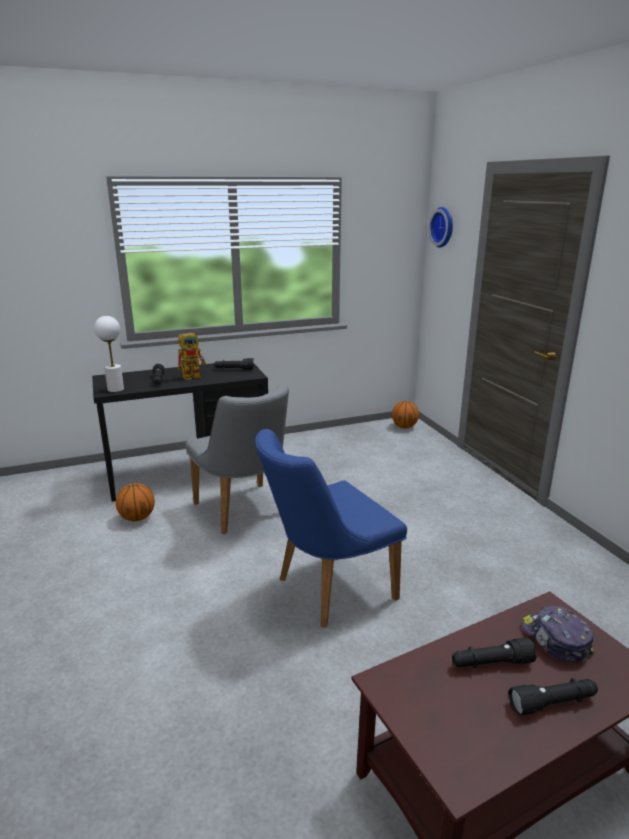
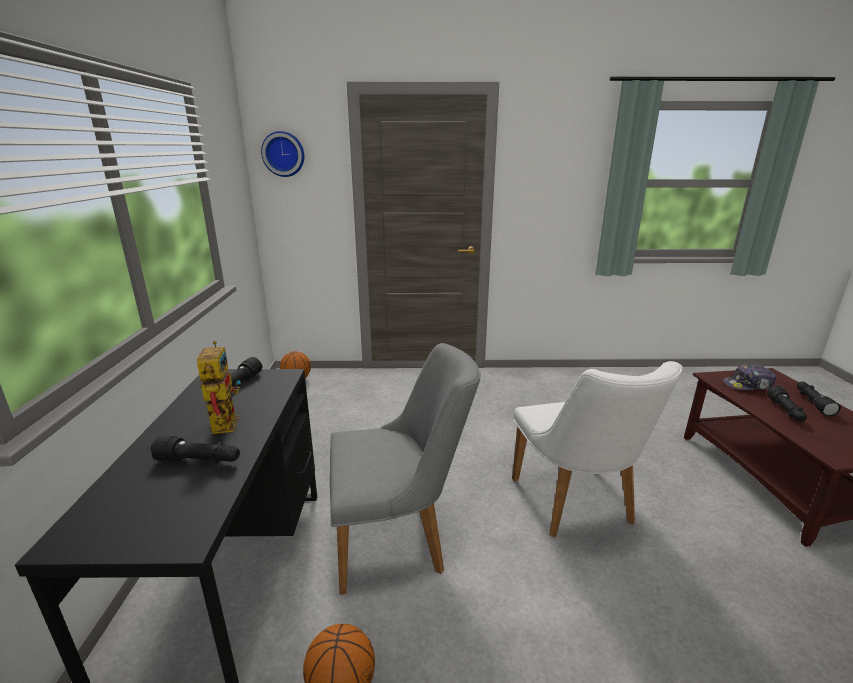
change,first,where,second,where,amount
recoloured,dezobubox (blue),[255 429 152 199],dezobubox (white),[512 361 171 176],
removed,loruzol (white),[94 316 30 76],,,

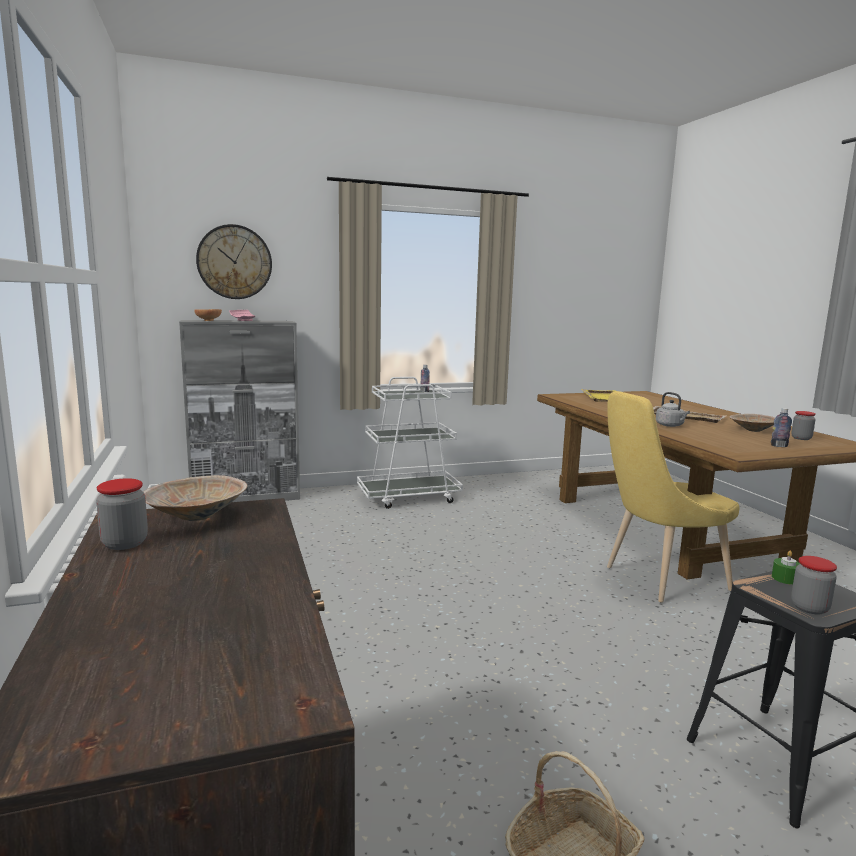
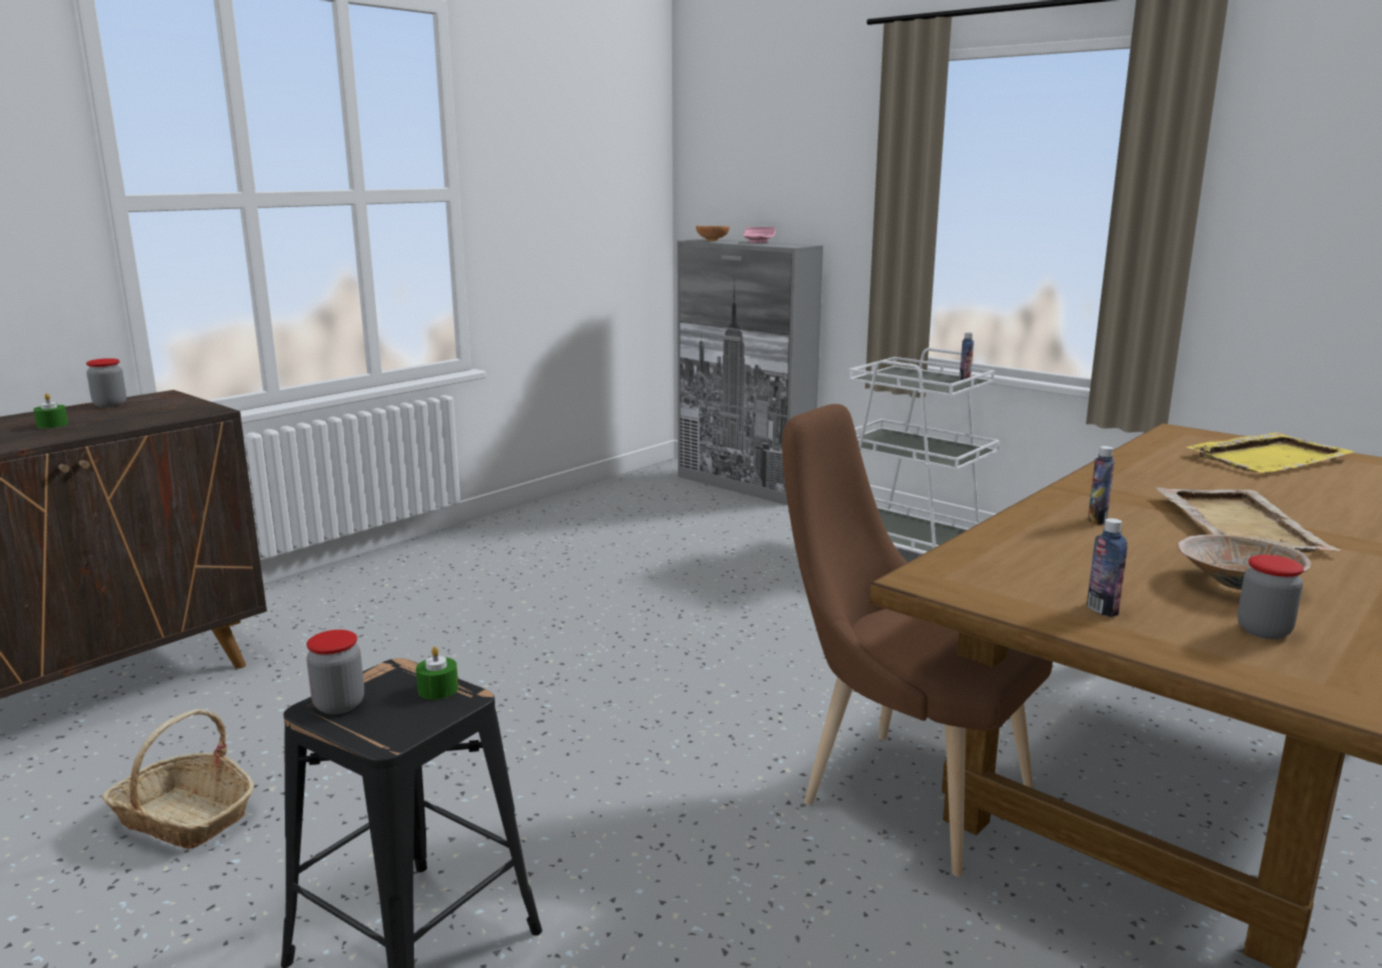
change,first,where,second,where,amount
added,,,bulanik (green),[33 393 35 36],
recoloured,dezobubox (yellow),[607 391 133 211],dezobubox (brown),[782 404 271 473],
replaced,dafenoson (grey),[656 392 34 35],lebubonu,[1088 446 27 79],
removed,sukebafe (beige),[143 475 104 46],,,
removed,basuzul,[196 224 76 75],,,

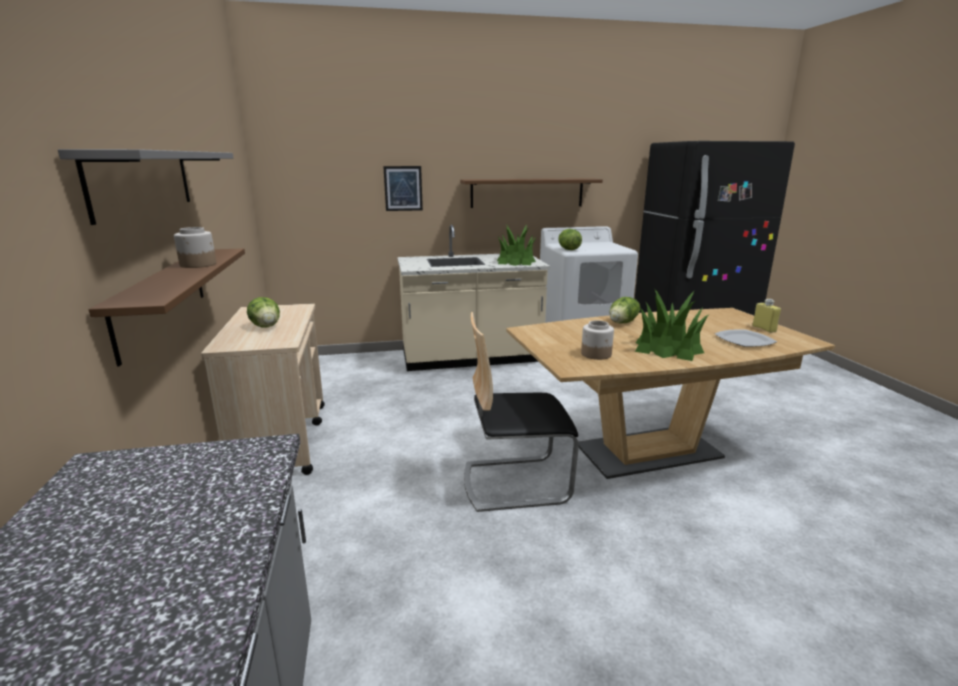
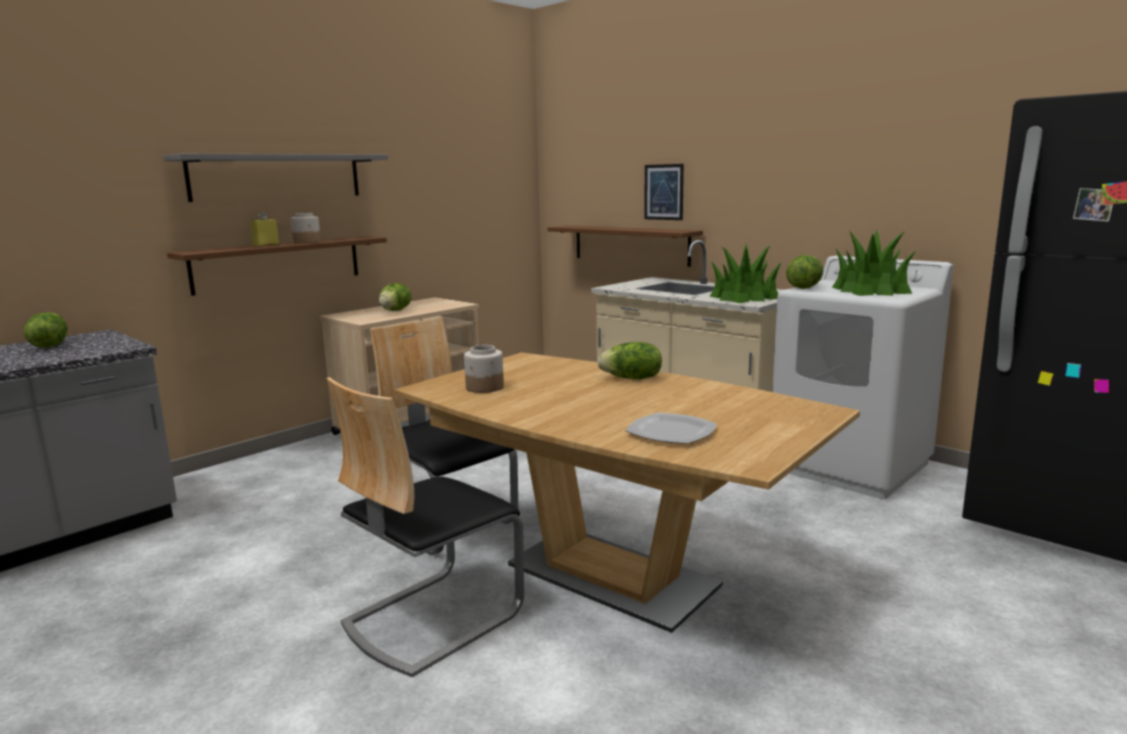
change,first,where,second,where,amount
added,,,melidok,[24 312 43 35],
moved,lebubonu (yellow),[752 299 29 34],,[250 213 29 33],
added,,,dezobubox,[326 377 198 300],
moved,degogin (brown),[460 178 143 30],,[547 225 156 42],
moved,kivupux,[635 290 74 71],,[832 230 84 66],

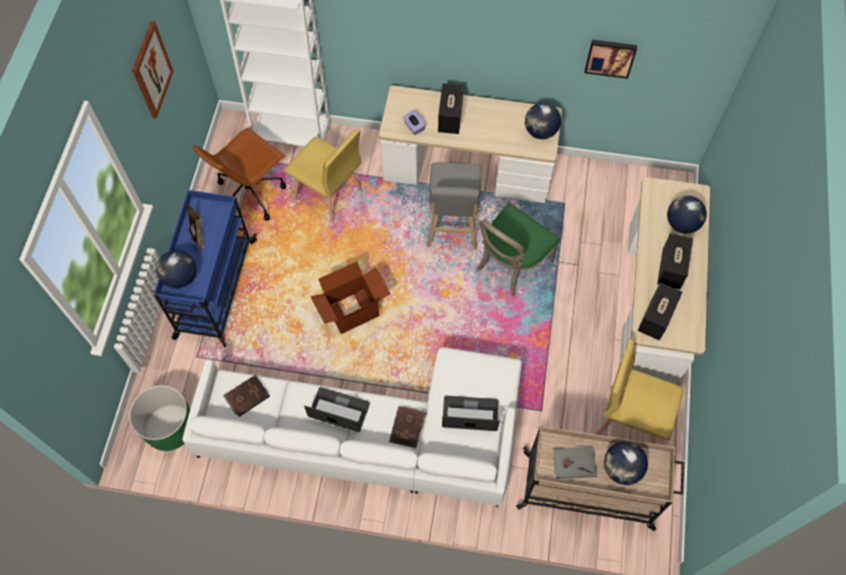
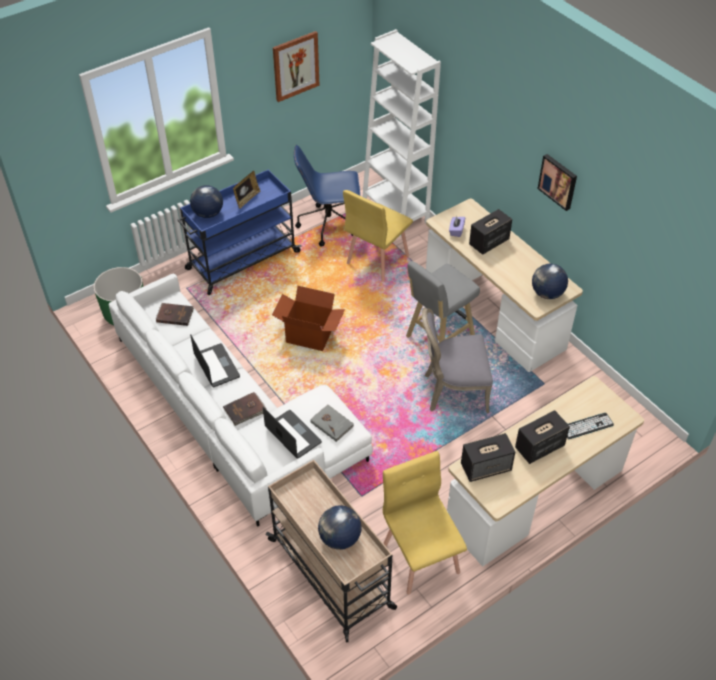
change,first,where,second,where,amount
recoloured,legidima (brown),[193 128 93 93],legidima (blue),[294 145 67 102],
moved,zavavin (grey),[553 447 44 32],,[310 404 44 38],
turned,dezobubox (yellow),[284 129 78 95],,[343 190 70 92],45 degrees clockwise
recoloured,dezobubox (green),[476 203 84 93],dezobubox (grey),[421 308 72 105],
moved,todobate,[585 40 52 39],,[538 154 39 57],
replaced,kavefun,[667 195 40 39],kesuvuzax,[567 413 47 26],

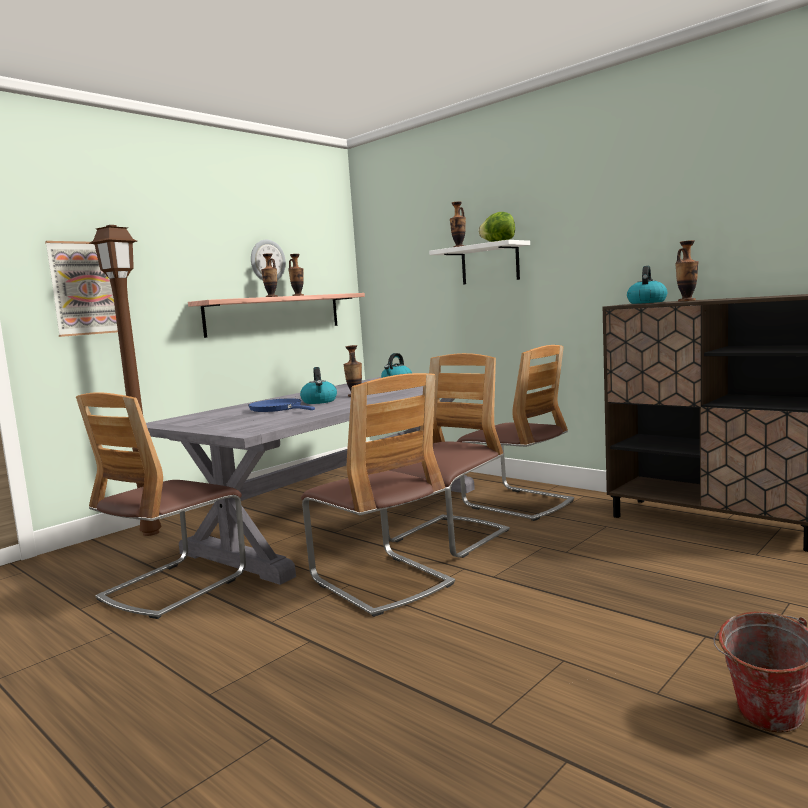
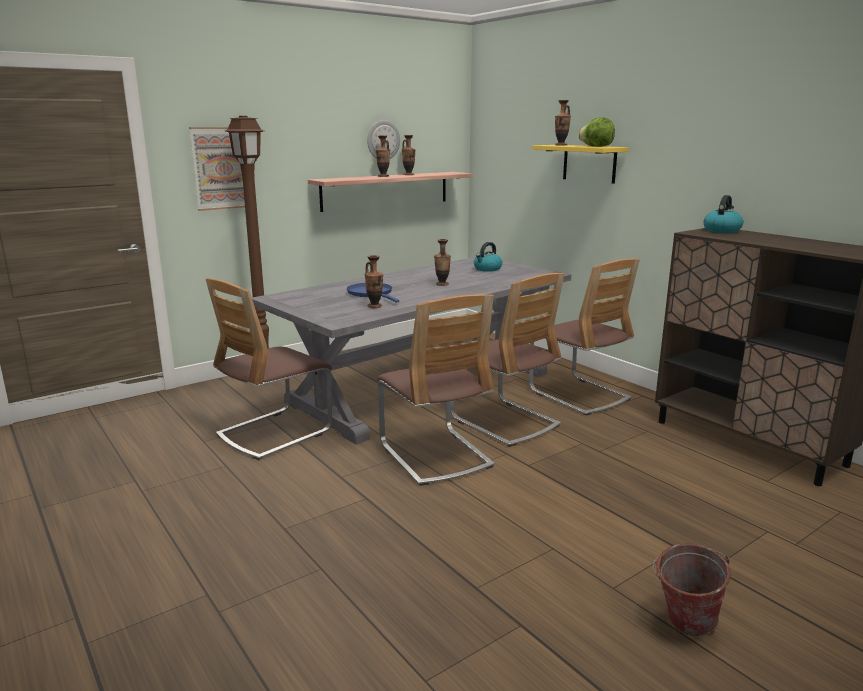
change,first,where,second,where,amount
moved,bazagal,[675 240 24 61],,[365 255 18 53],
turned,dezobubox,[386 353 124 205],,[451 273 113 174],90 degrees clockwise
recoloured,degogin (white),[429 240 101 45],degogin (yellow),[532 145 97 39],
removed,dafenoson,[300 367 37 37],,,

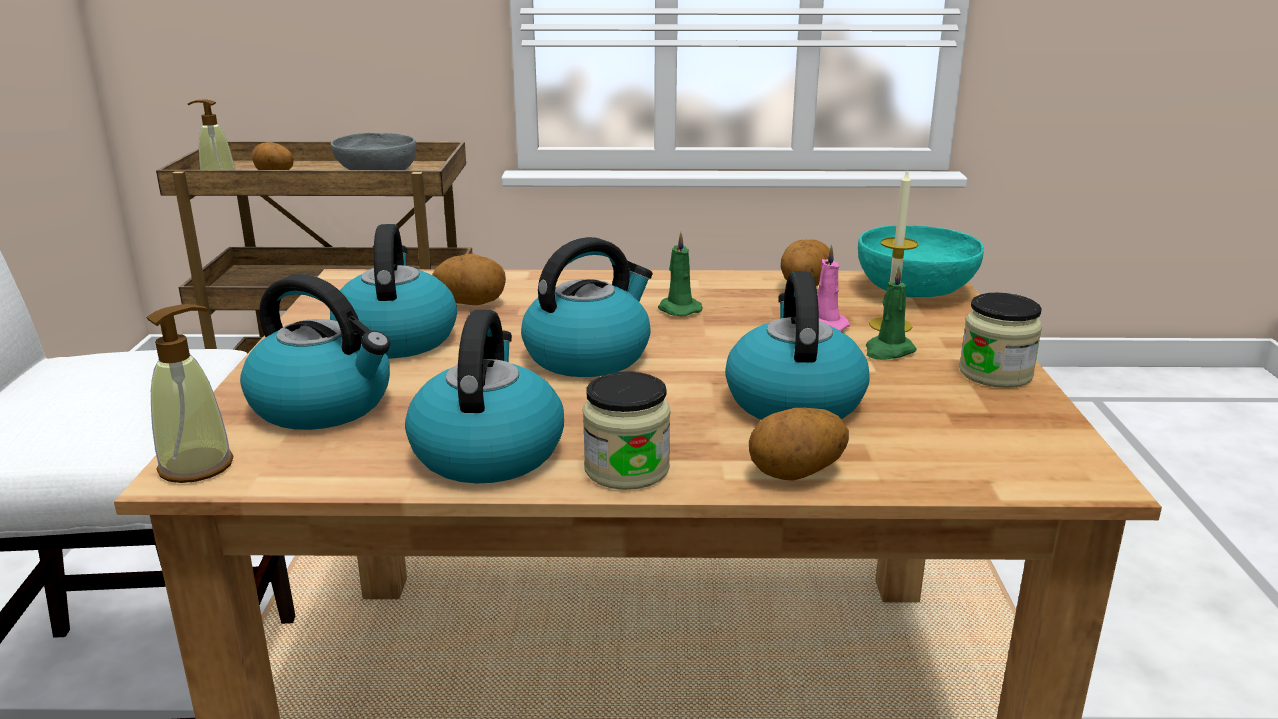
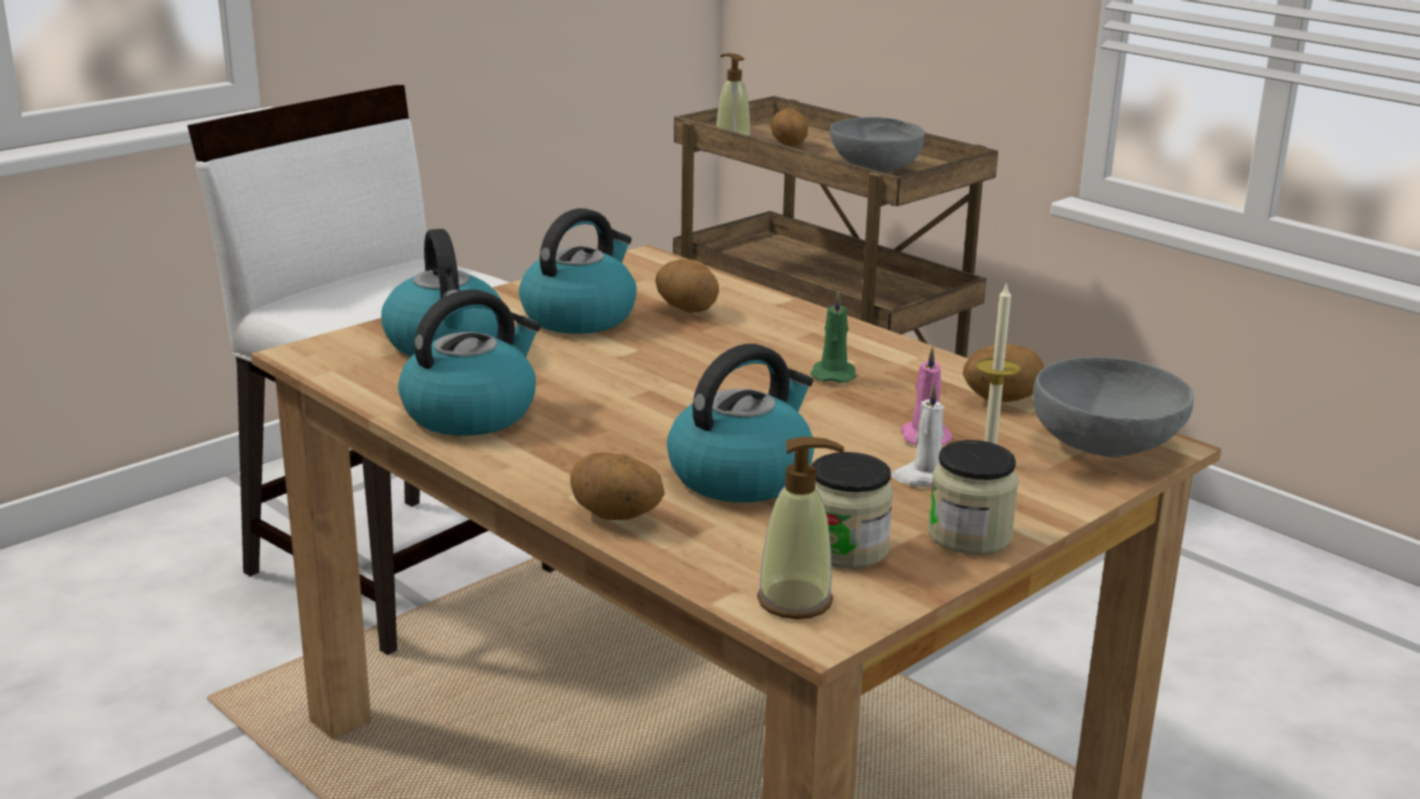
change,first,where,second,where,amount
moved,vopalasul,[146 304 87 179],,[757 437 87 182],
moved,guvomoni,[583 372 88 118],,[812 452 81 117],
recoloured,bulanik (green),[866 266 51 94],bulanik (white),[892 384 52 103],
recoloured,sukebafe (turquoise),[858 225 126 72],sukebafe (grey),[1033 357 161 101],
removed,dafenoson,[521 237 132 140],,,

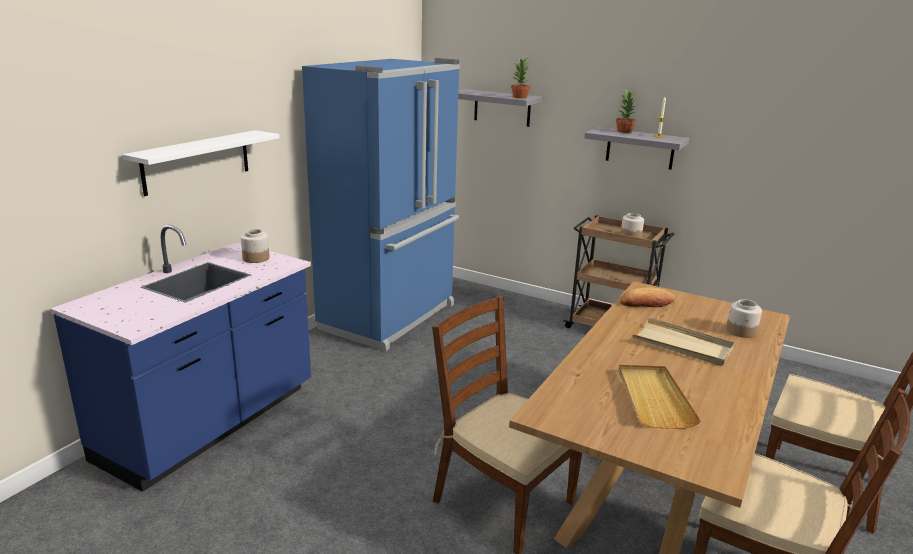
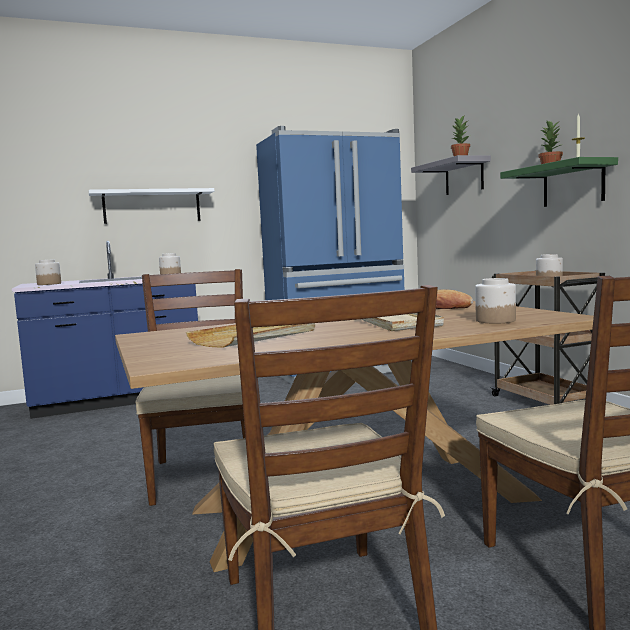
change,first,where,second,where,amount
added,,,guvomoni,[35 259 26 26],
recoloured,degogin (grey),[584 127 105 43],degogin (green),[500 157 118 50],

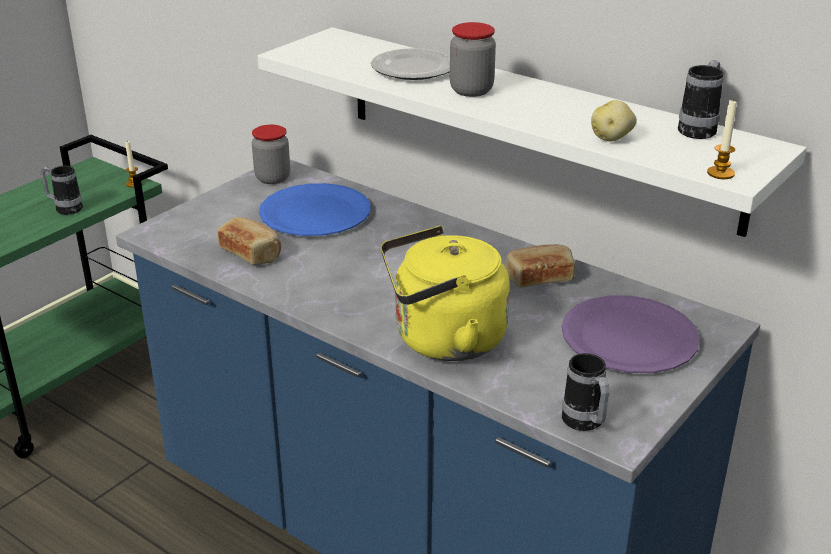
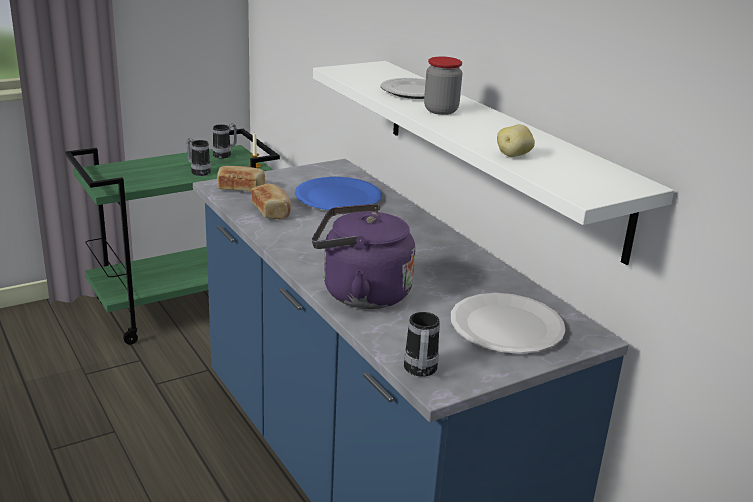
change,first,where,second,where,amount
moved,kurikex,[678 60 46 79],,[212 124 25 34],
moved,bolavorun,[506 244 69 44],,[217 166 48 26],
recoloured,dafenoson (yellow),[381 226 129 135],dafenoson (purple),[312 204 103 105],
recoloured,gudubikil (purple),[562 295 138 78],gudubikil (white),[451 293 115 61],
removed,guvomoni,[252 125 38 59],,,
removed,bulanik,[707 99 30 80],,,

